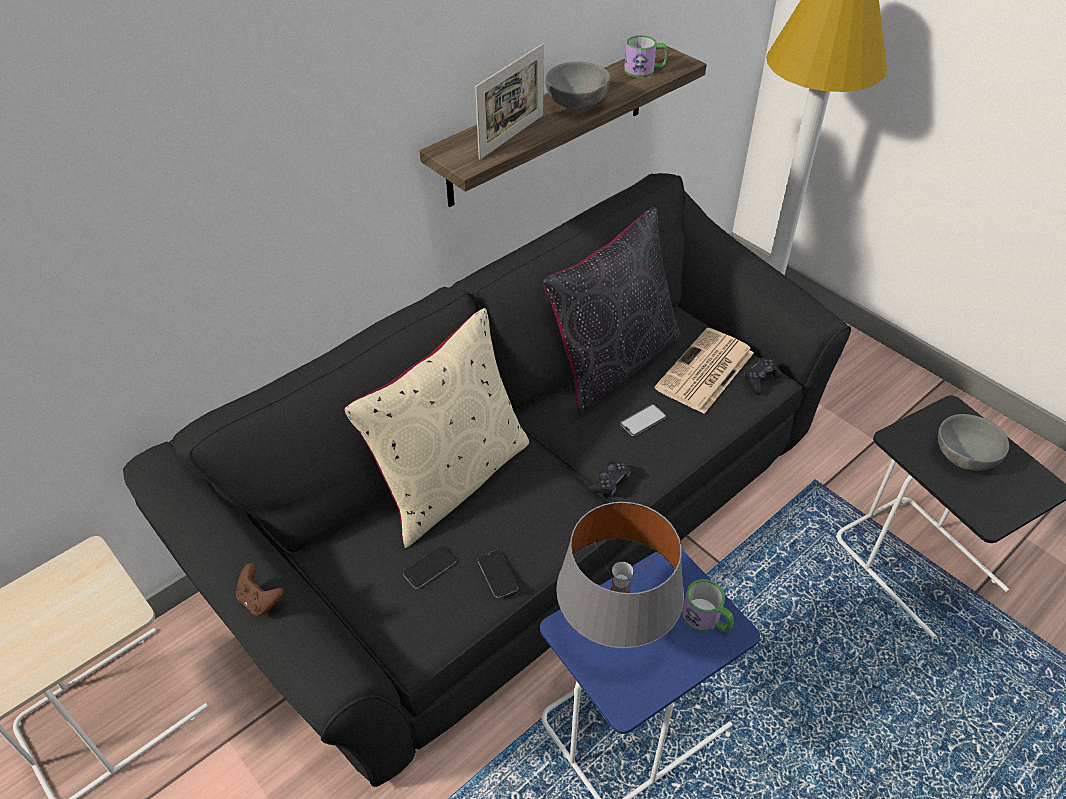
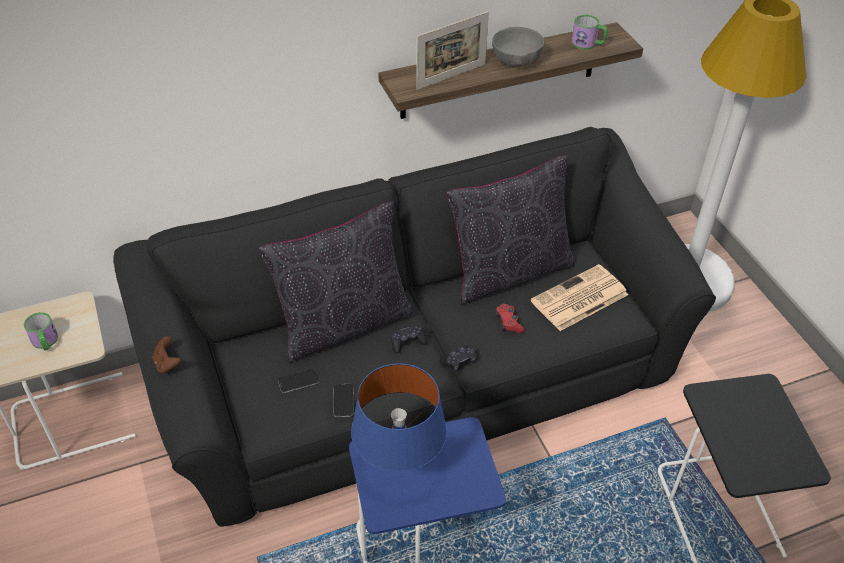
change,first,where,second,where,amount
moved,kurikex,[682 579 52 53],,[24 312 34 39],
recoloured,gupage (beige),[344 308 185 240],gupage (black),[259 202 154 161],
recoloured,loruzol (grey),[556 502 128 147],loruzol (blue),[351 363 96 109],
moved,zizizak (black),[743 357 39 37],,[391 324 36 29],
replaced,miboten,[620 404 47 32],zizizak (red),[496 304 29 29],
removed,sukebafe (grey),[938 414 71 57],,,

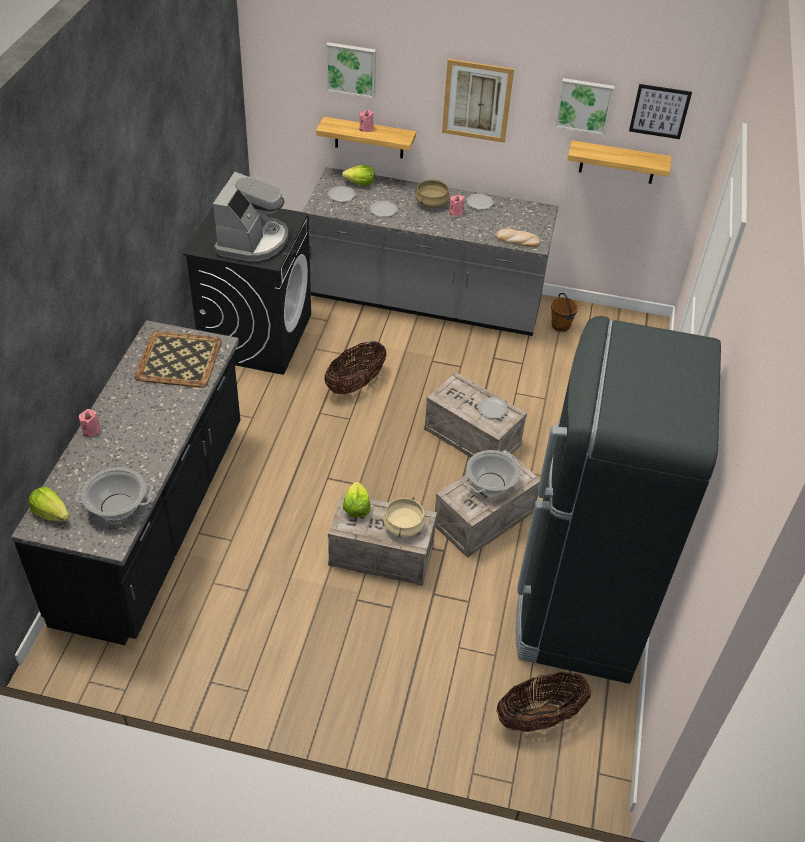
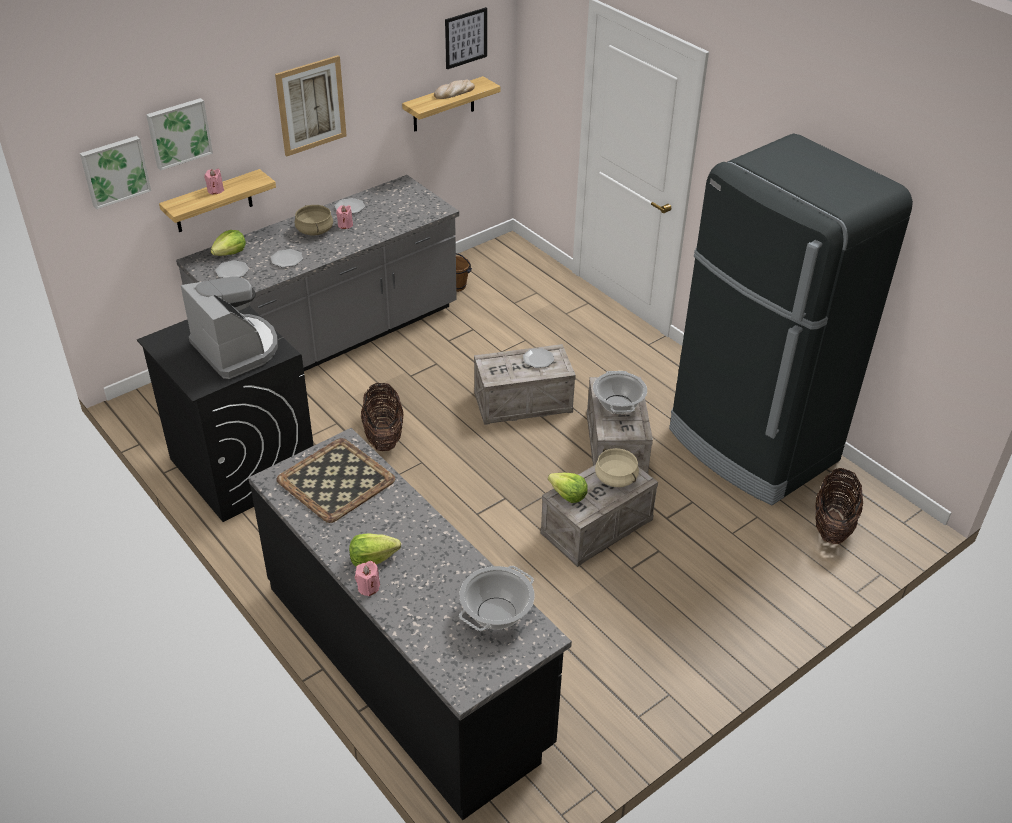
change,first,where,second,where,amount
moved,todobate,[555 78 60 57],,[80 136 71 73],
moved,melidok,[28 487 41 34],,[349 533 52 34],
moved,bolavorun,[495 229 45 18],,[434 80 41 19],

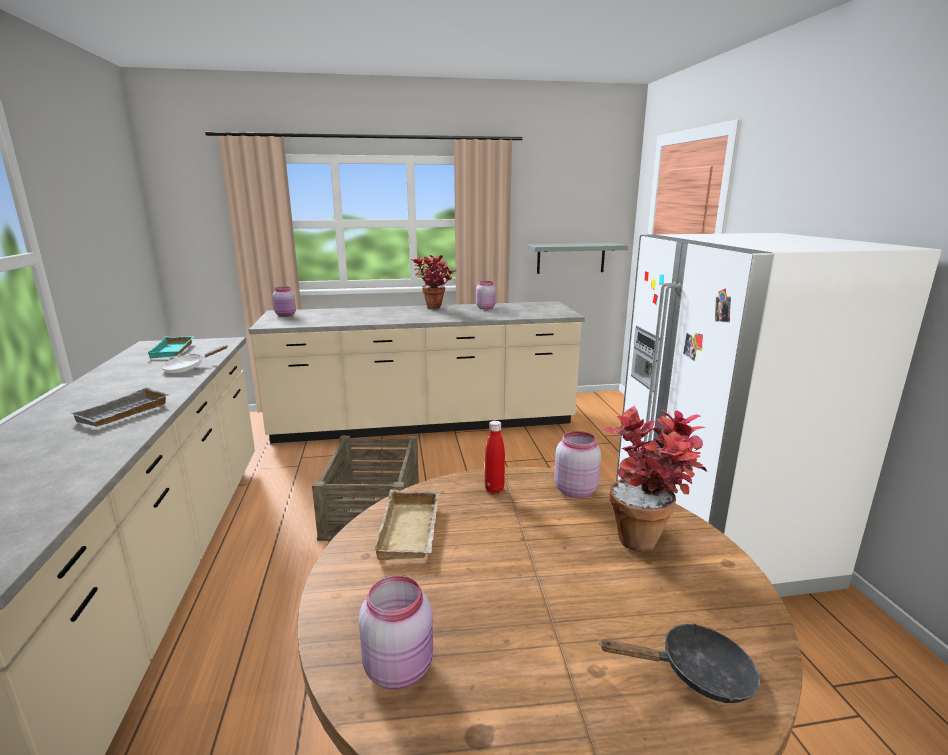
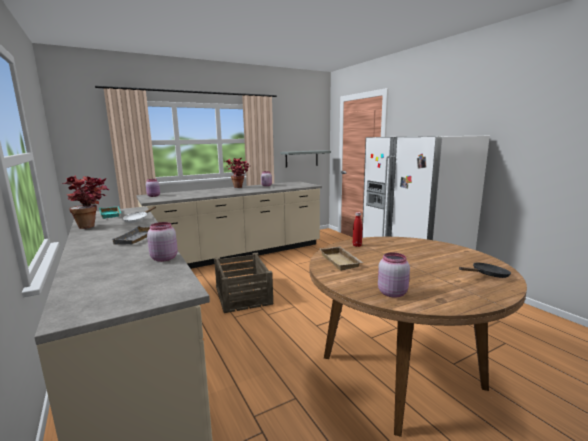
change,first,where,second,where,amount
moved,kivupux,[602 406 106 146],,[61 175 49 54],
moved,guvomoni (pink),[554 431 47 67],,[147 222 31 40],

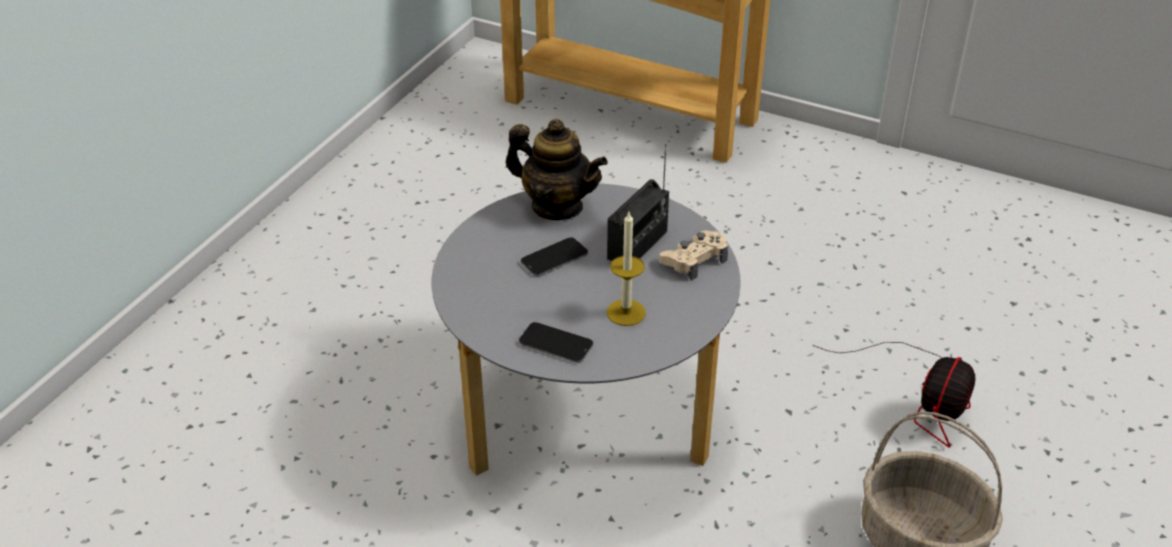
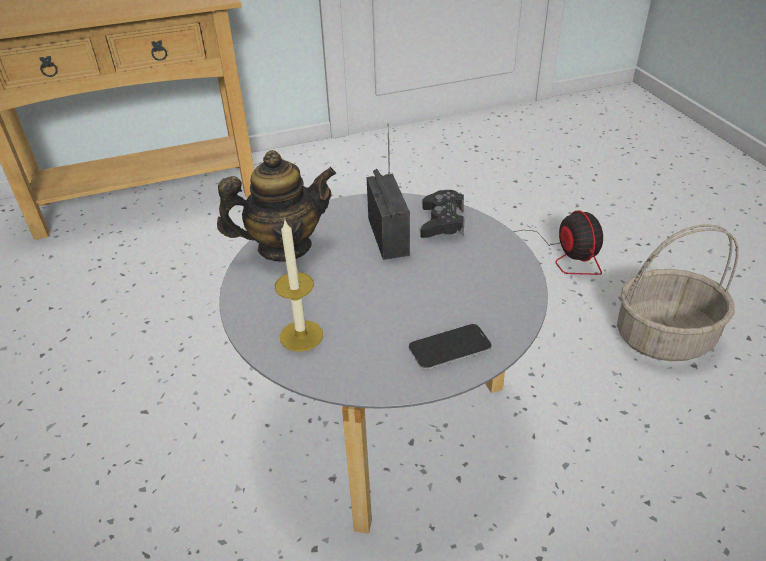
change,first,where,second,where,amount
moved,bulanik,[606 212 40 114],,[275 221 48 131],
recoloured,zizizak (beige),[659 231 69 49],zizizak (black),[421 190 43 48],
removed,miboten,[521 237 67 39],,,

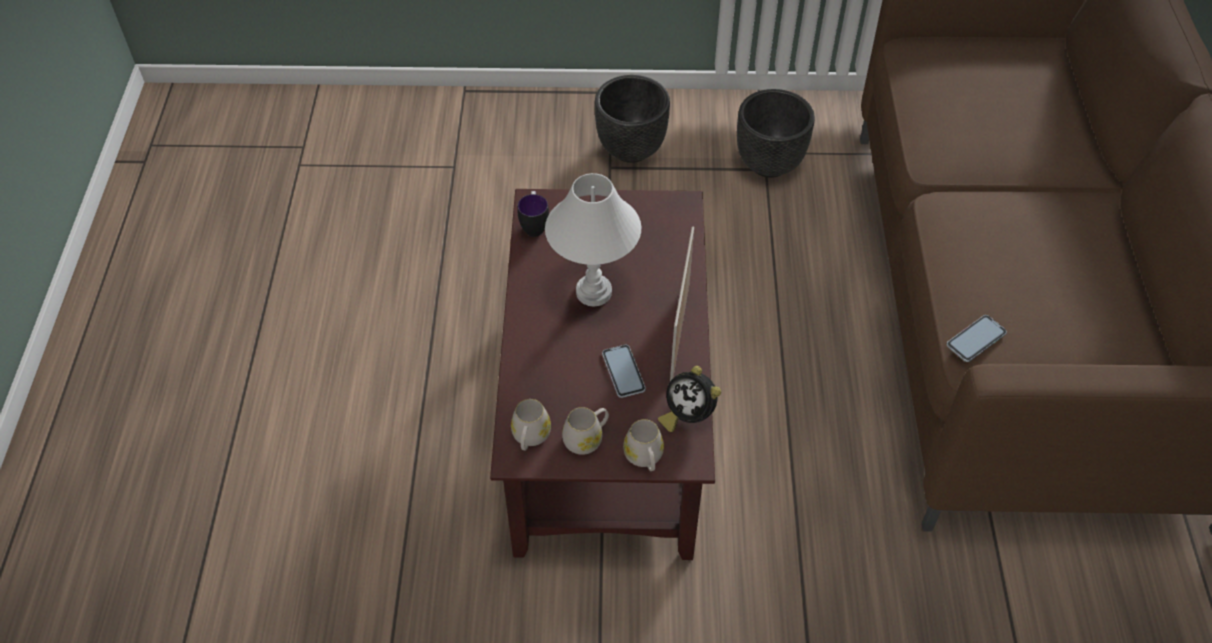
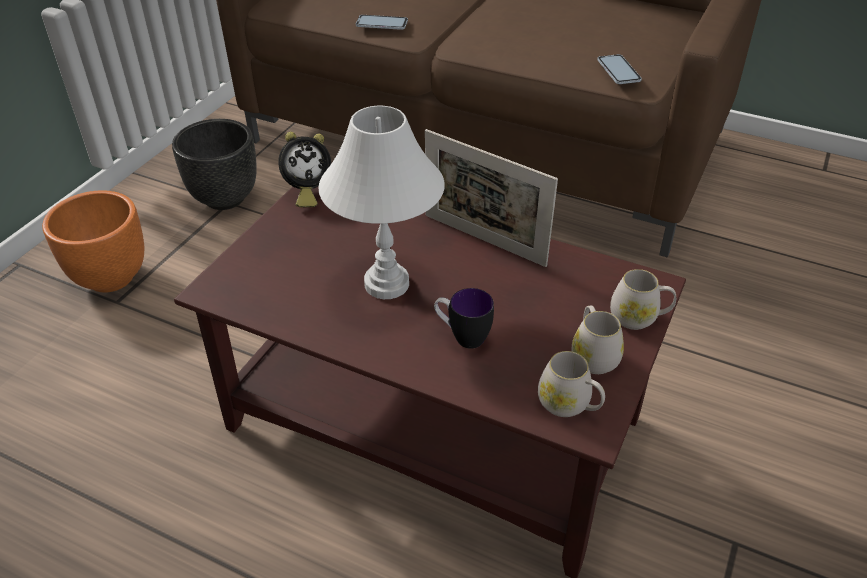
change,first,where,second,where,amount
recoloured,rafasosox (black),[595 75 75 88],rafasosox (orange),[42 190 102 103],
moved,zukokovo,[658 366 63 66],,[278 132 53 75],
moved,miboten,[602 345 44 53],,[356 15 52 15],
moved,kurikex,[517 191 32 46],,[434 288 60 61],

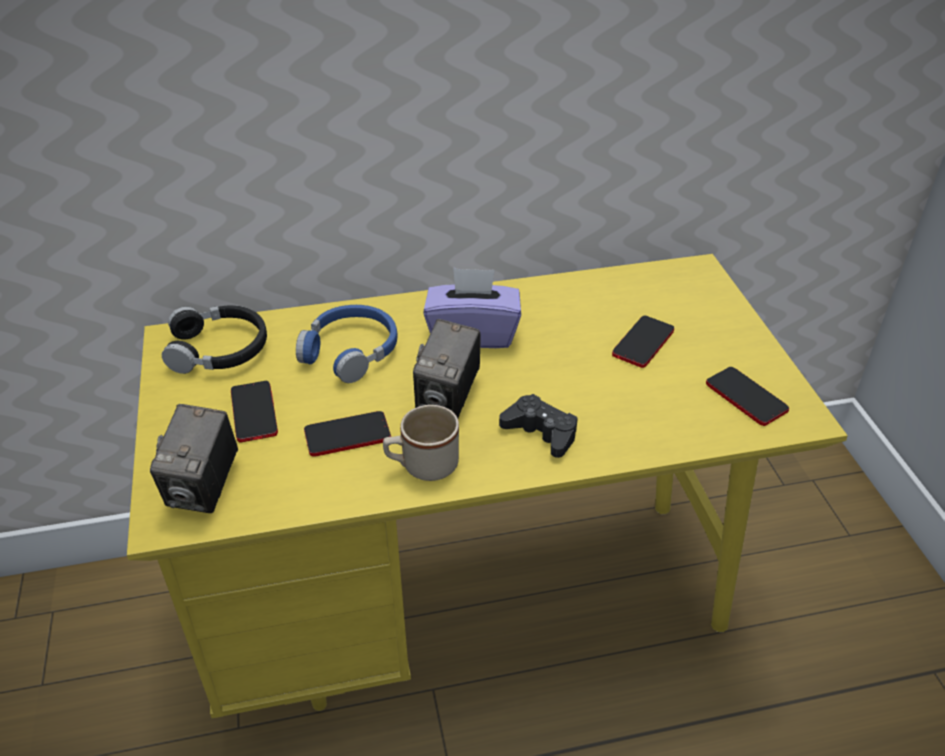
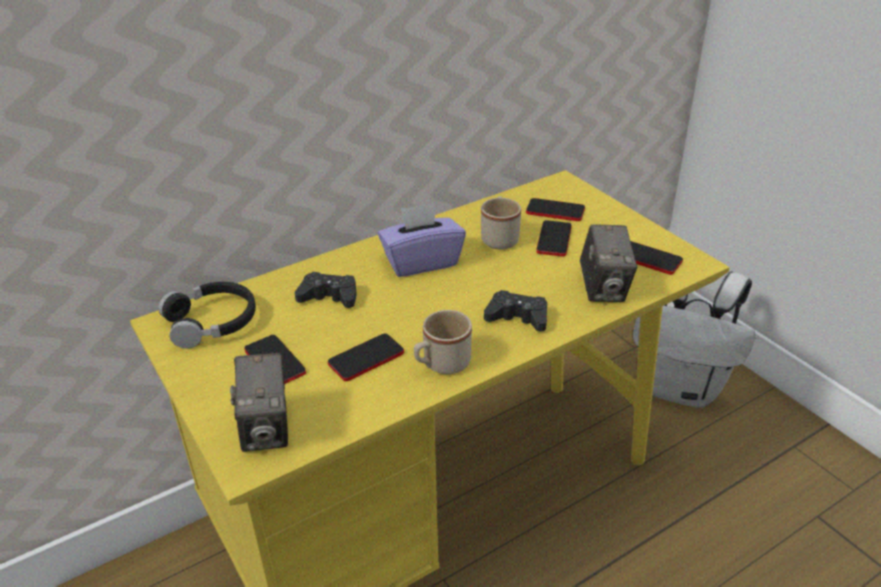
change,first,where,second,where,amount
replaced,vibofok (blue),[296 305 101 78],zizizak (black),[295 272 62 36],
added,,,kurikex (beige),[481 196 40 54],
added,,,miboten,[526 198 59 23],
moved,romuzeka,[413 319 67 99],,[580 224 57 78],
added,,,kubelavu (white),[633 271 123 137],

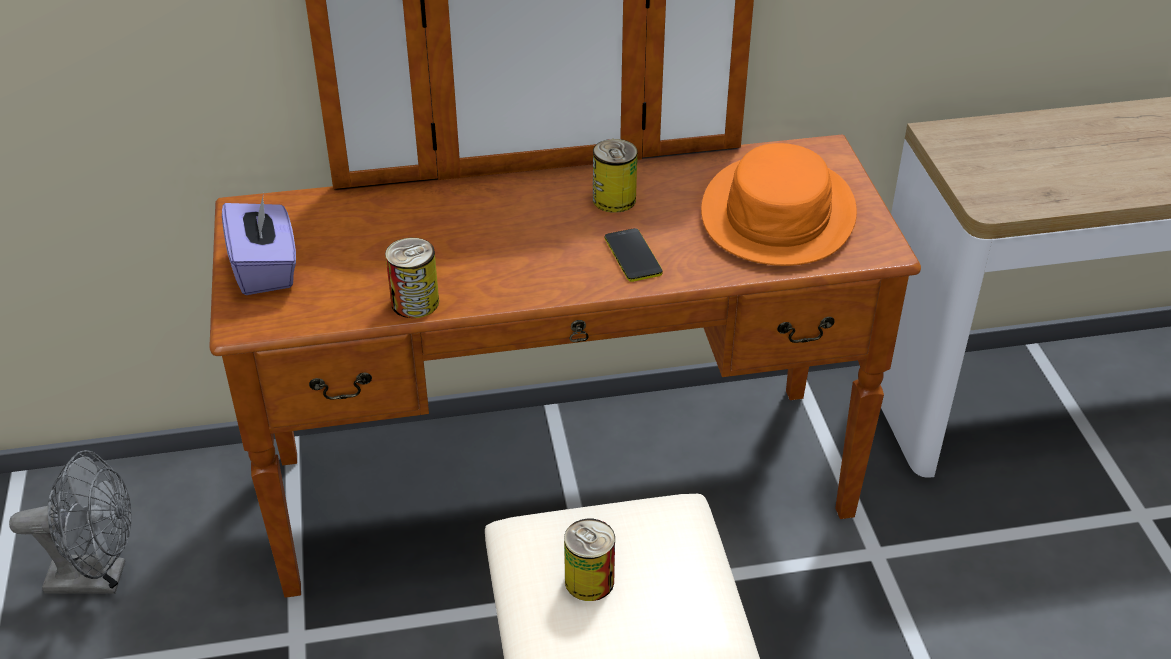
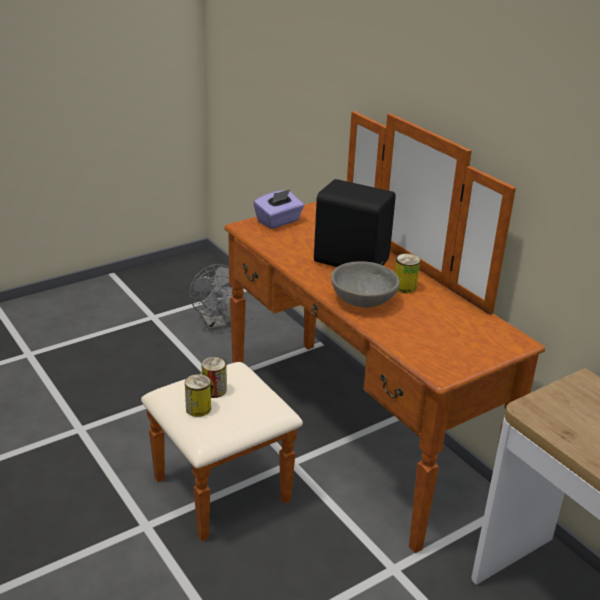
change,first,where,second,where,amount
moved,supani,[385 238 54 80],,[185 374 26 43],
added,,,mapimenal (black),[314 179 82 88],
replaced,miboten,[605 228 58 54],sukebafe (grey),[331 261 69 47],
removed,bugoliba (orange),[701 143 156 123],,,

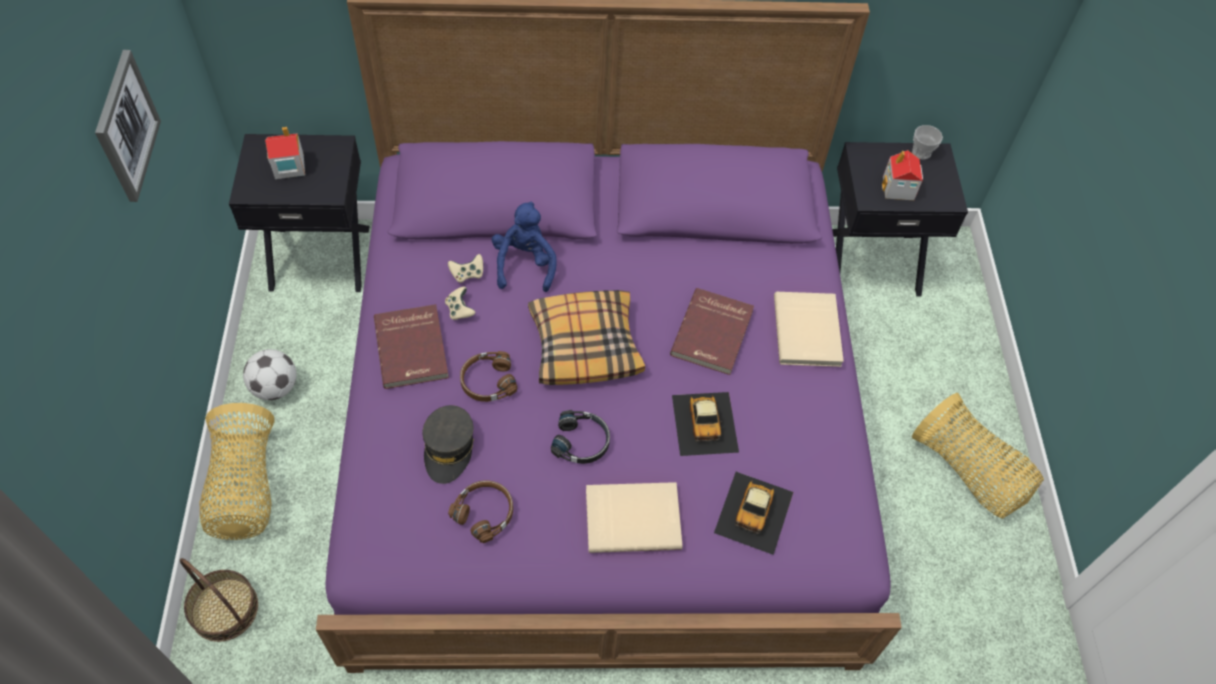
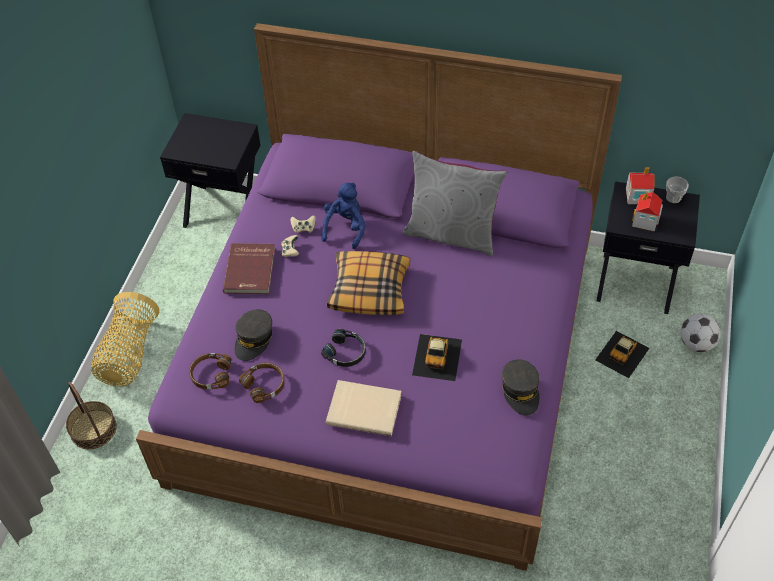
change,first,where,second,where,amount
moved,vibofok (brown),[460 351 57 51],,[189 353 43 36],
added,,,gupage (grey),[403 151 104 106],
added,,,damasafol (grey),[502 359 38 56],
moved,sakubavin,[714 472 79 83],,[595 331 54 47],
moved,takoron,[265 127 40 52],,[626 167 29 37],
moved,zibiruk,[243 349 54 51],,[680 314 40 38],
removed,todobate,[95 50 66 152],,,
removed,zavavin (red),[670 288 84 87],,,
removed,zavavin (beige),[774 292 70 75],,,
removed,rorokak,[912 393 132 126],,,

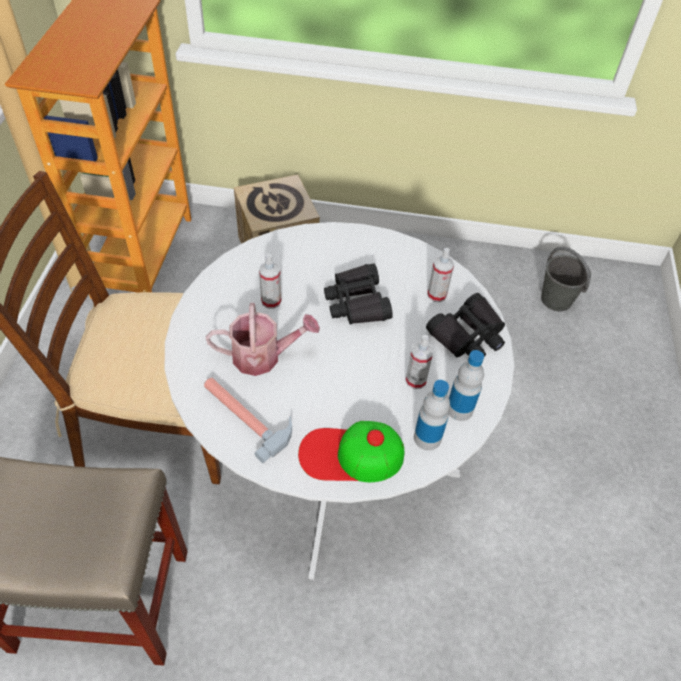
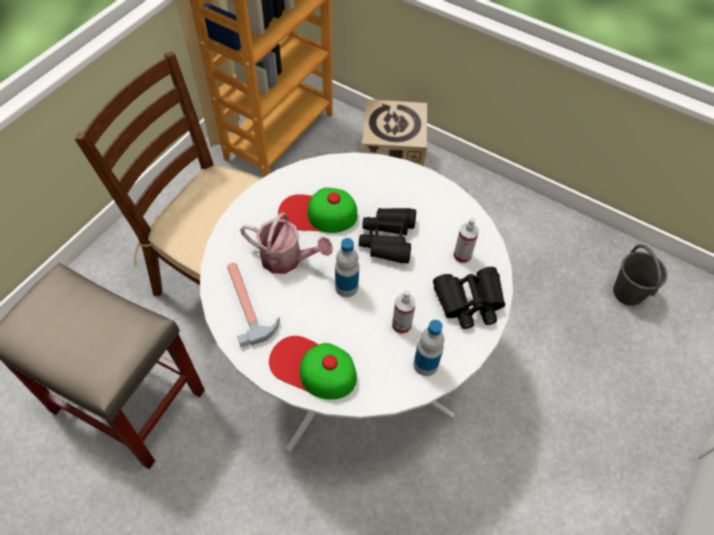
change,first,where,second,where,amount
replaced,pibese,[259 254 22 55],damasafol,[278 187 79 46],
moved,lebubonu,[414 380 36 71],,[335 238 24 59],

